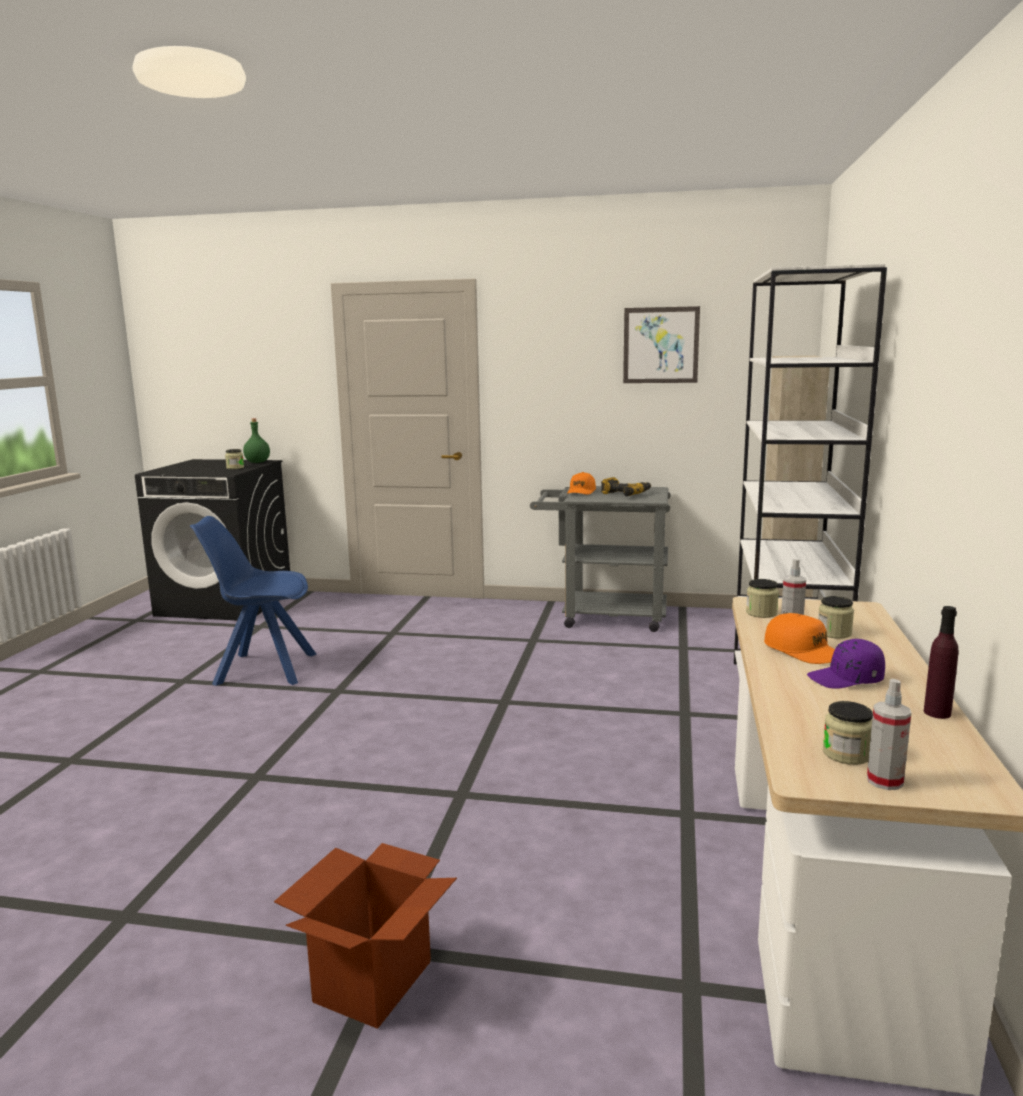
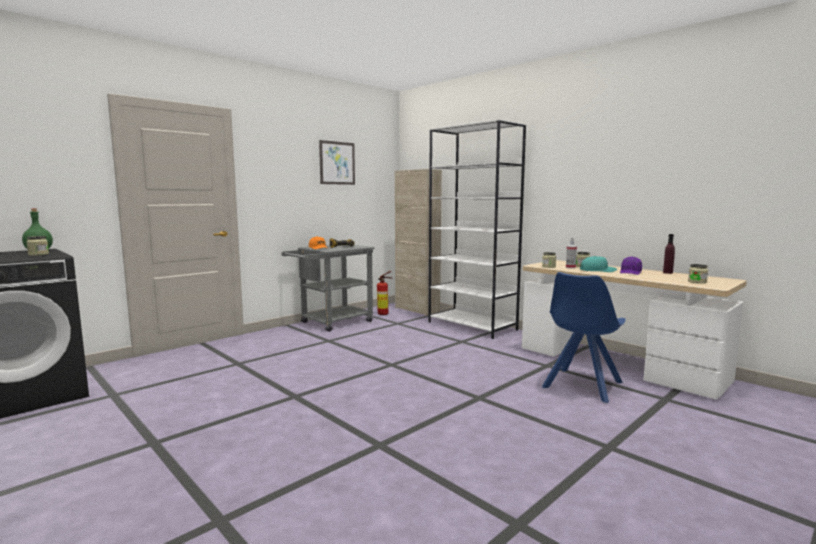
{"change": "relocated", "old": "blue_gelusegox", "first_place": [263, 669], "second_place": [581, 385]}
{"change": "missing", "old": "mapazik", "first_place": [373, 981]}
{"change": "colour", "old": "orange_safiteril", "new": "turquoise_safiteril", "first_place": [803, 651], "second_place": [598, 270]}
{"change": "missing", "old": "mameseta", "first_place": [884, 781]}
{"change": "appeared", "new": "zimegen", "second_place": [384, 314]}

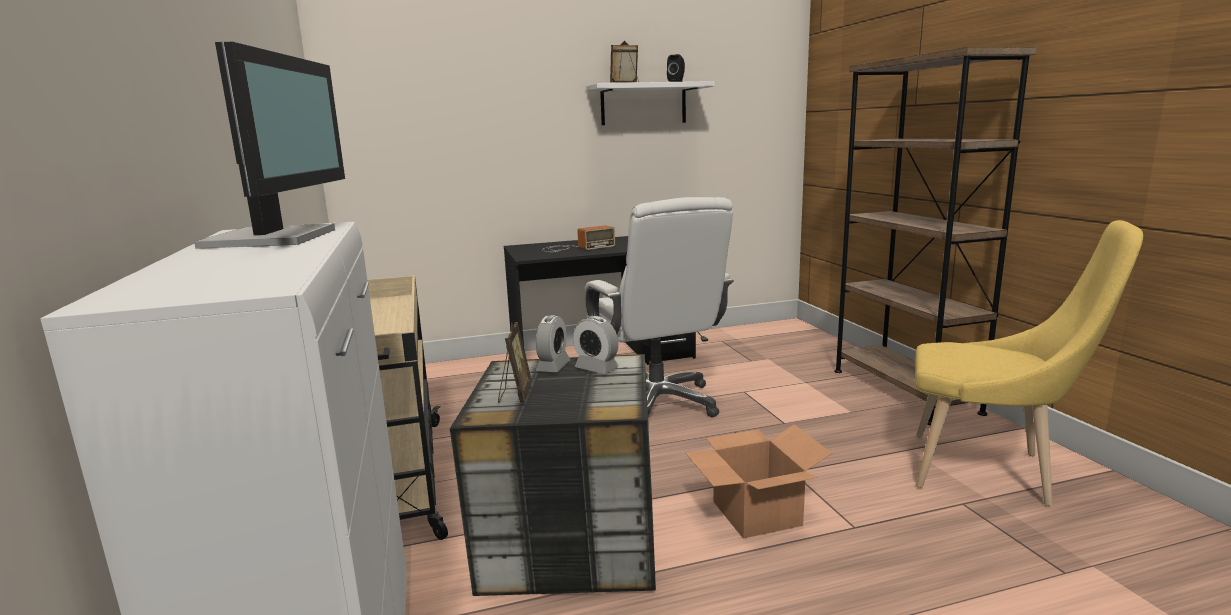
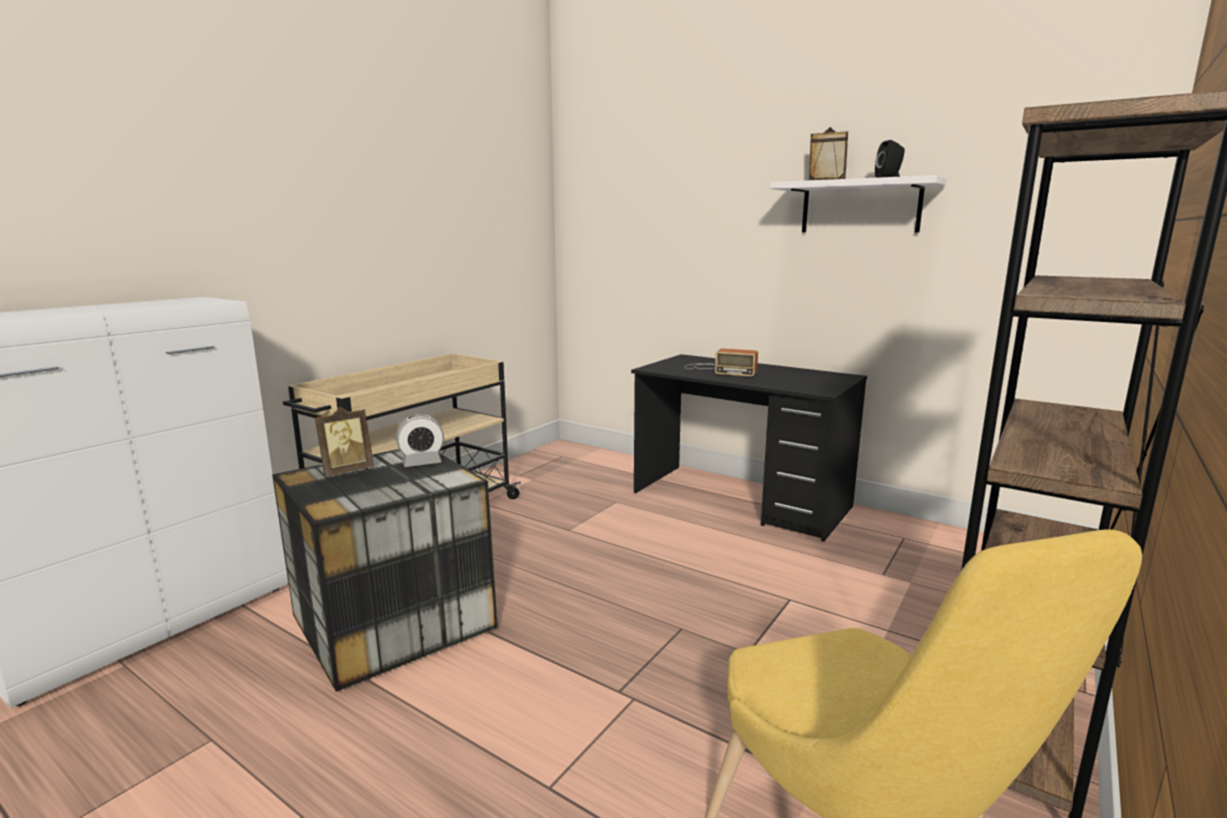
{"change": "missing", "old": "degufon", "first_place": [277, 238]}
{"change": "missing", "old": "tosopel", "first_place": [596, 368]}
{"change": "missing", "old": "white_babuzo", "first_place": [657, 403]}
{"change": "missing", "old": "mapazik", "first_place": [757, 514]}

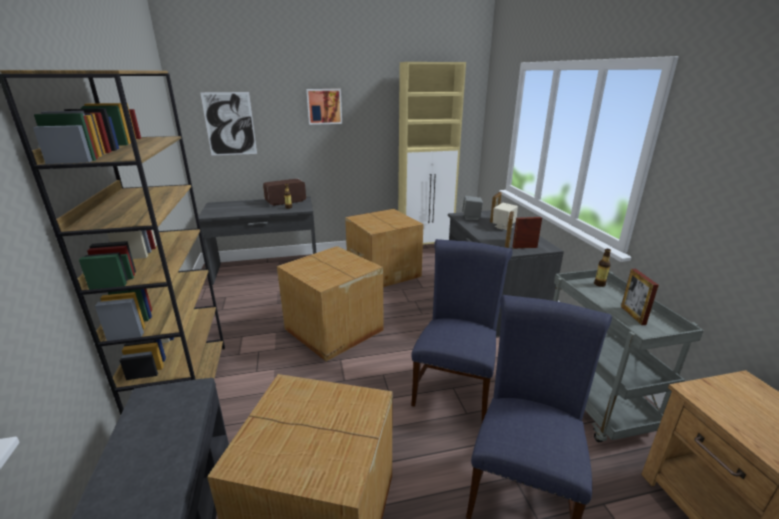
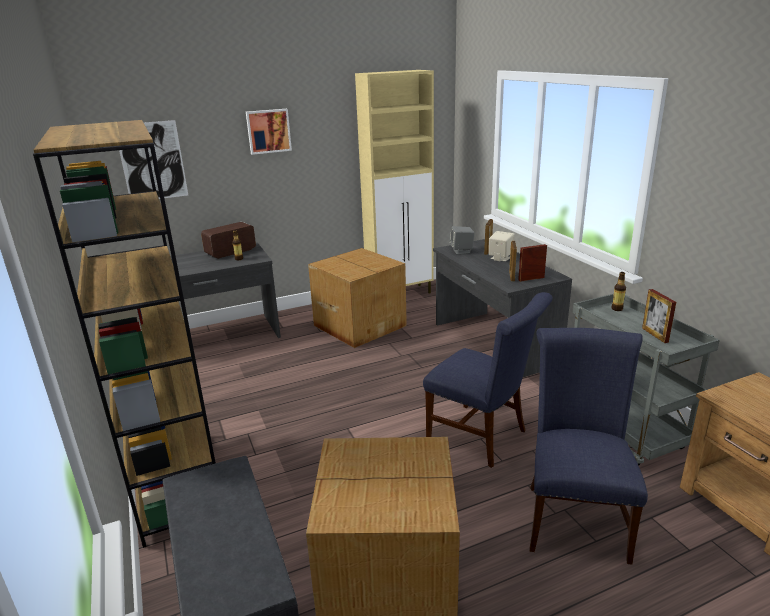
{"change": "missing", "old": "mapazik", "first_place": [333, 330]}
{"change": "spun", "old": "blue_gelusegox", "first_place": [455, 386], "second_place": [482, 437], "degrees": 120}

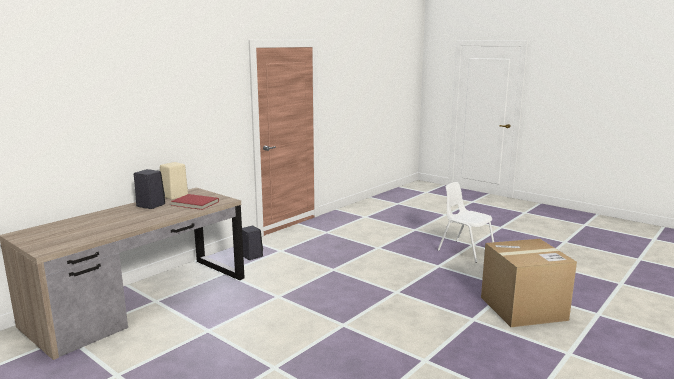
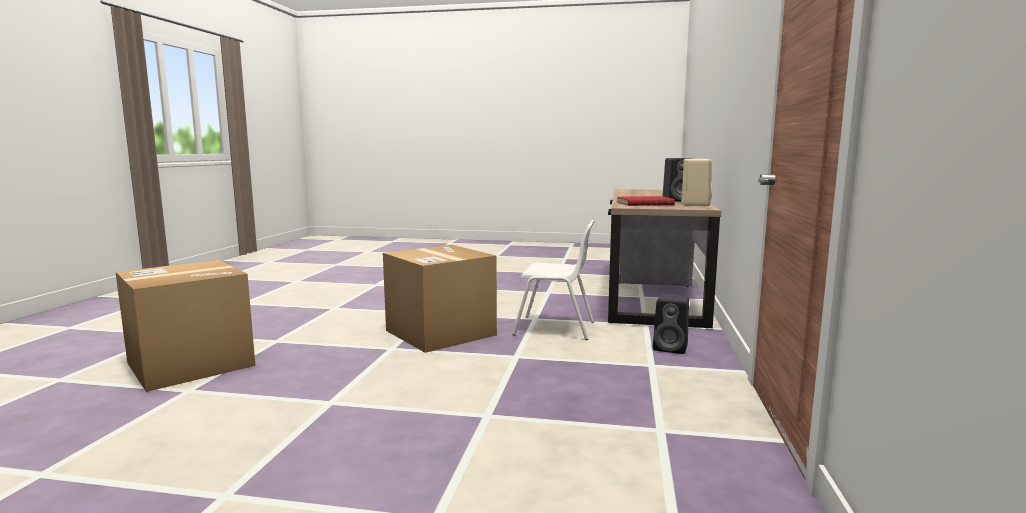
{"change": "relocated", "old": "white_gelusegox", "first_place": [465, 250], "second_place": [556, 328]}
{"change": "appeared", "new": "mapazik", "second_place": [440, 333]}

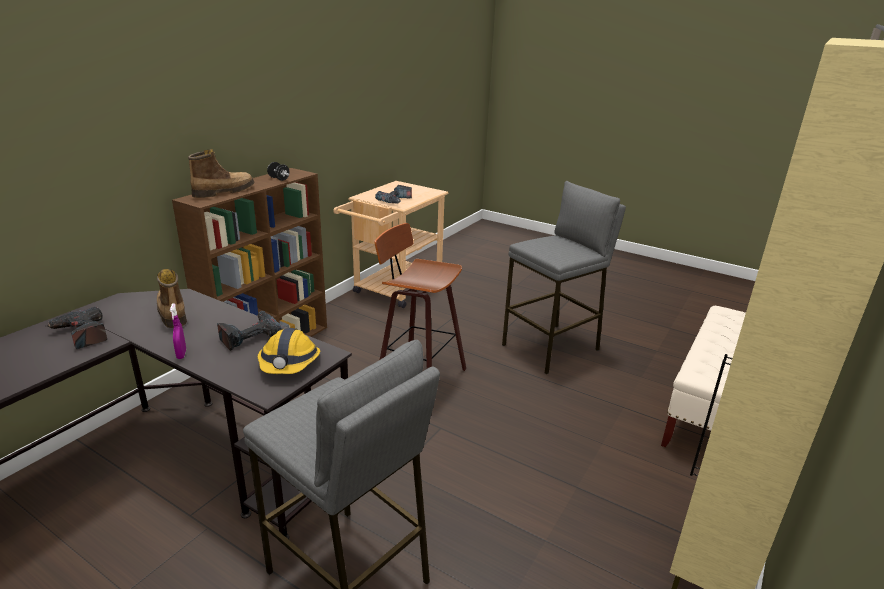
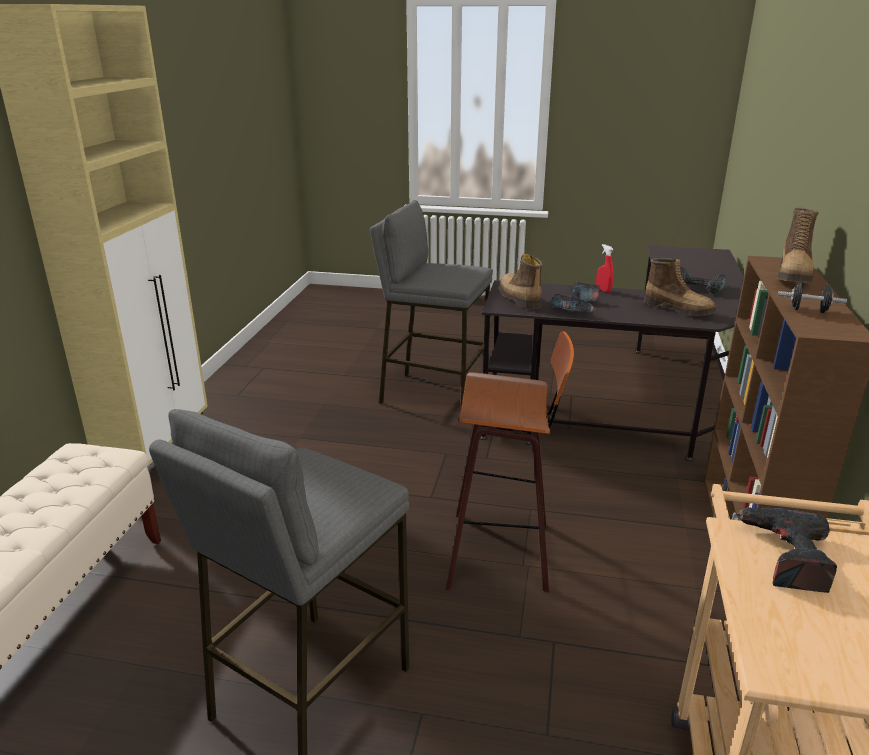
{"change": "colour", "old": "purple_mameseta", "new": "red_mameseta", "first_place": [181, 354], "second_place": [603, 290]}
{"change": "exchanged", "old": "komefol", "new": "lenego", "first_place": [289, 363], "second_place": [518, 298]}

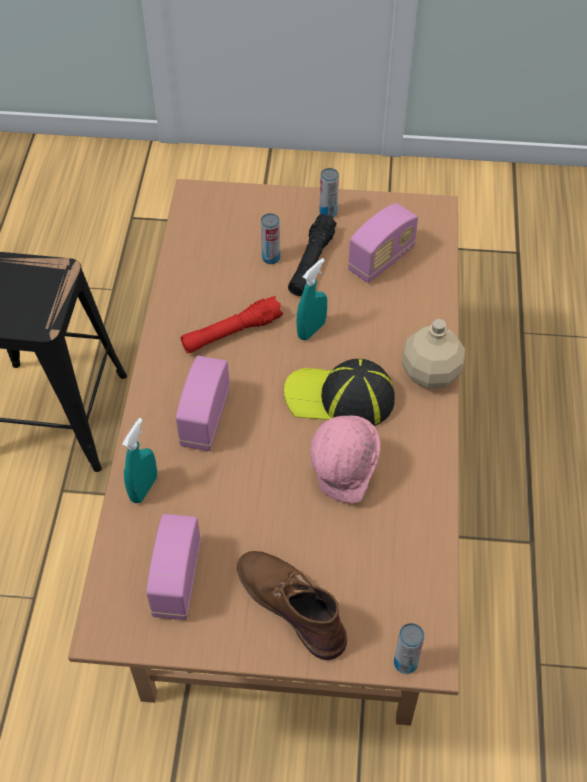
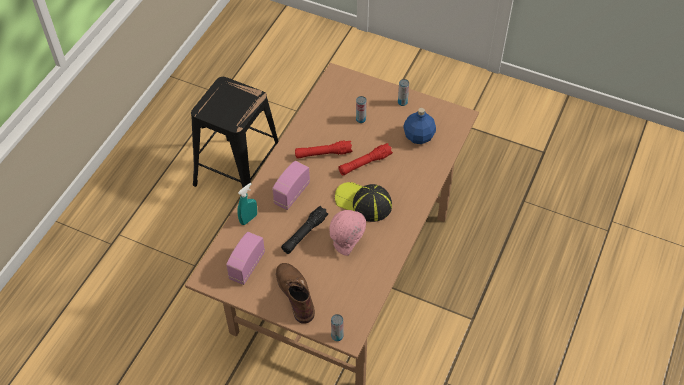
{"change": "relocated", "old": "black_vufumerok", "first_place": [311, 262], "second_place": [304, 234]}
{"change": "exchanged", "old": "turquoise_mameseta", "new": "red_vufumerok", "first_place": [311, 330], "second_place": [365, 163]}
{"change": "exchanged", "old": "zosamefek", "new": "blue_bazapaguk", "first_place": [381, 260], "second_place": [419, 136]}
{"change": "missing", "old": "beige_bazapaguk", "first_place": [430, 374]}

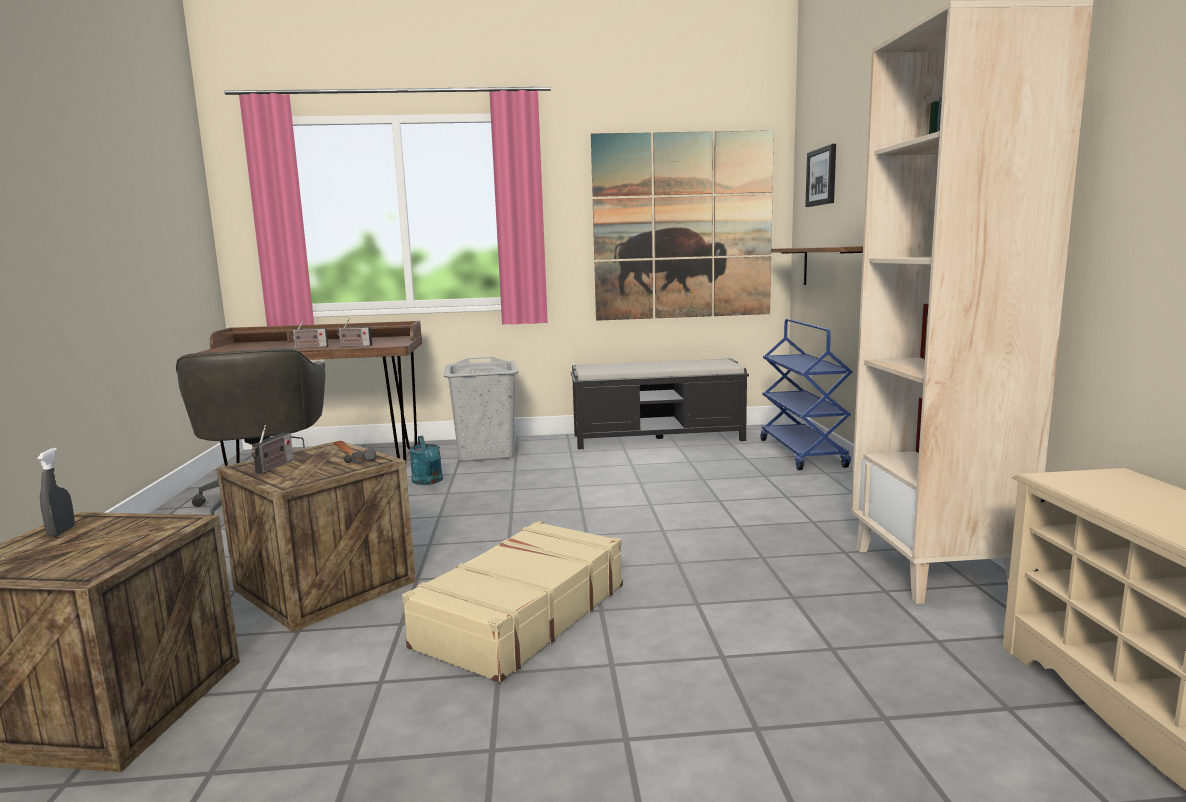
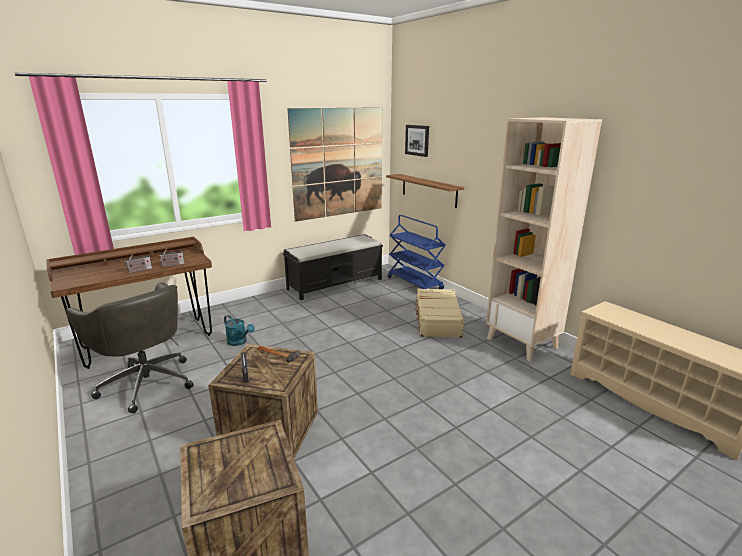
{"change": "missing", "old": "grey_mameseta", "first_place": [61, 532]}
{"change": "relocated", "old": "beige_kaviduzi", "first_place": [521, 615], "second_place": [437, 320]}
{"change": "missing", "old": "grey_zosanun", "first_place": [486, 453]}

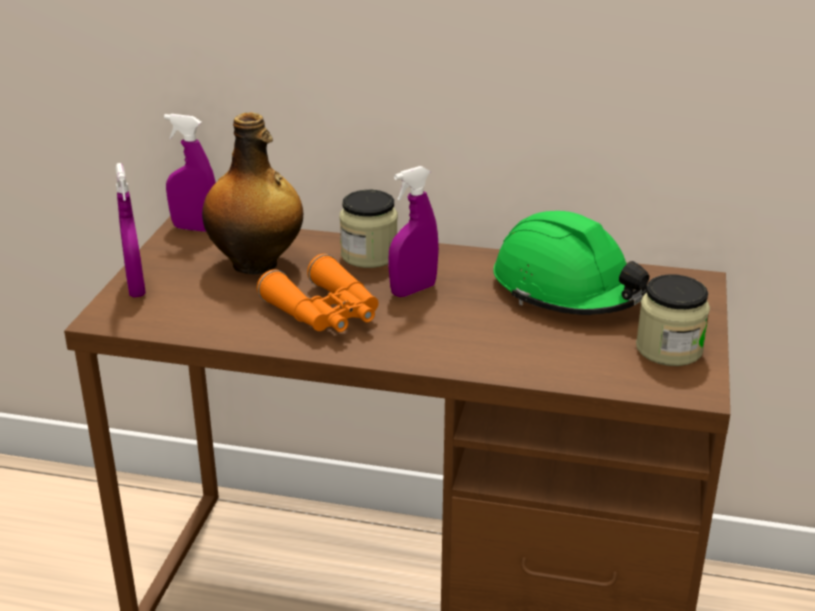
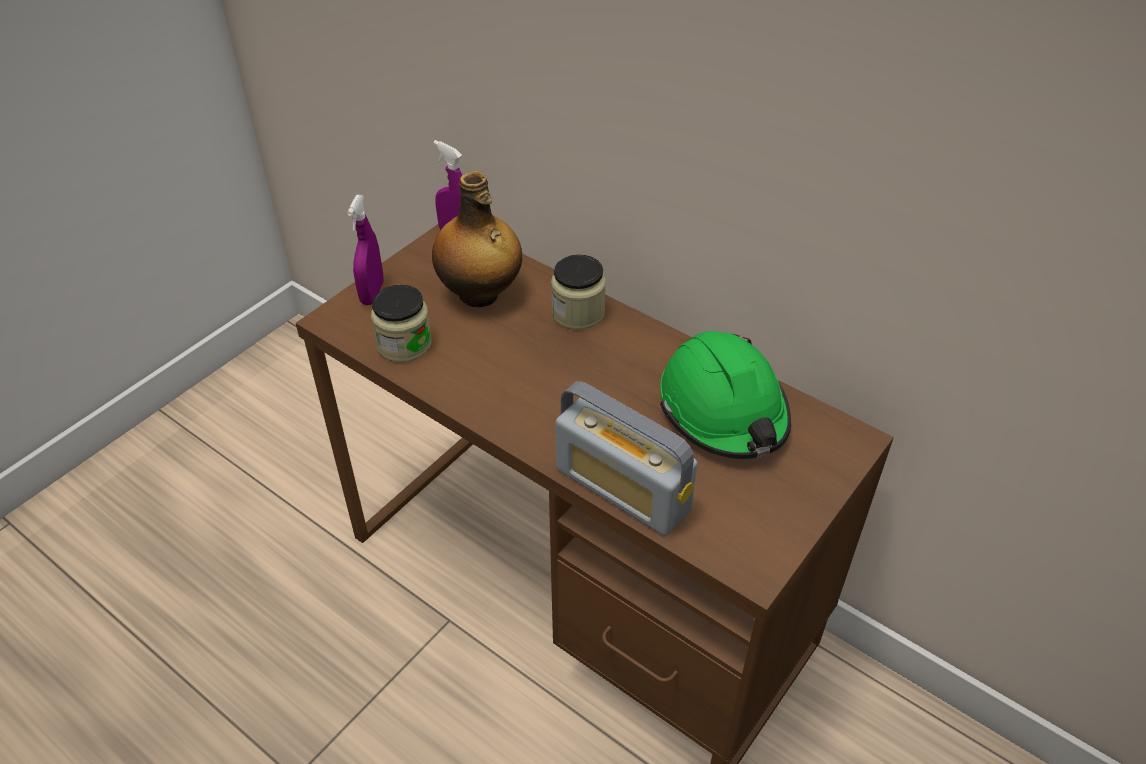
{"change": "missing", "old": "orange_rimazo", "first_place": [325, 313]}
{"change": "missing", "old": "purple_mameseta", "first_place": [413, 290]}
{"change": "relocated", "old": "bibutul", "first_place": [669, 349], "second_place": [404, 344]}
{"change": "appeared", "new": "zosamefek", "second_place": [622, 489]}

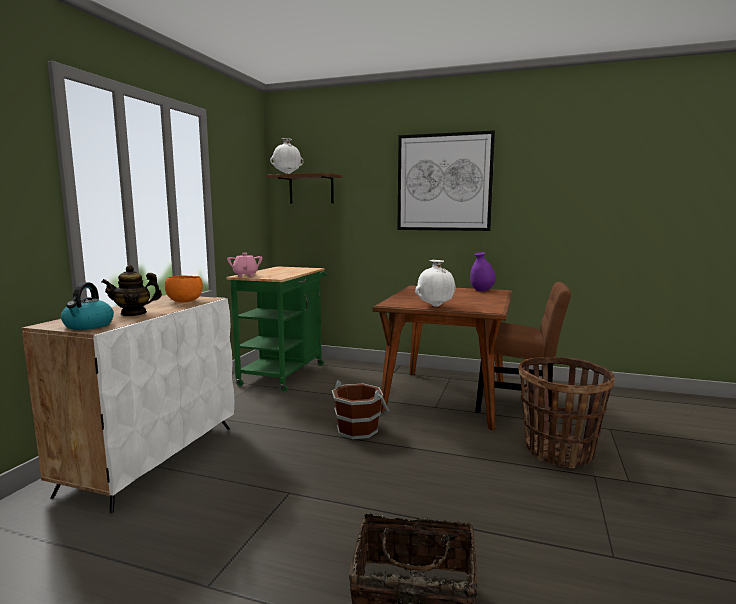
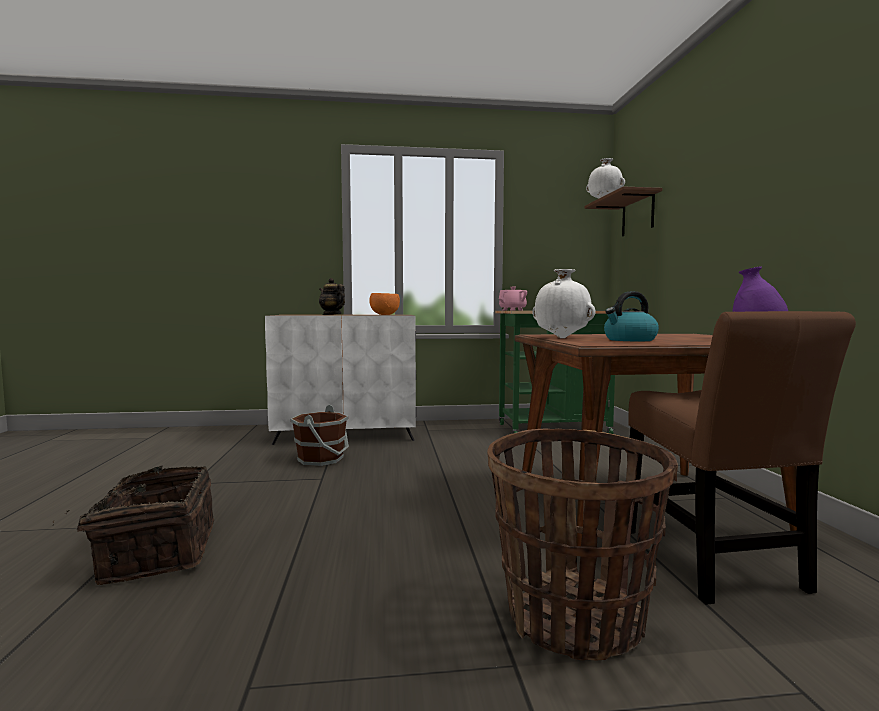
{"change": "relocated", "old": "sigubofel", "first_place": [88, 326], "second_place": [629, 340]}
{"change": "relocated", "old": "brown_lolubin", "first_place": [357, 429], "second_place": [321, 459]}
{"change": "missing", "old": "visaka", "first_place": [444, 182]}

